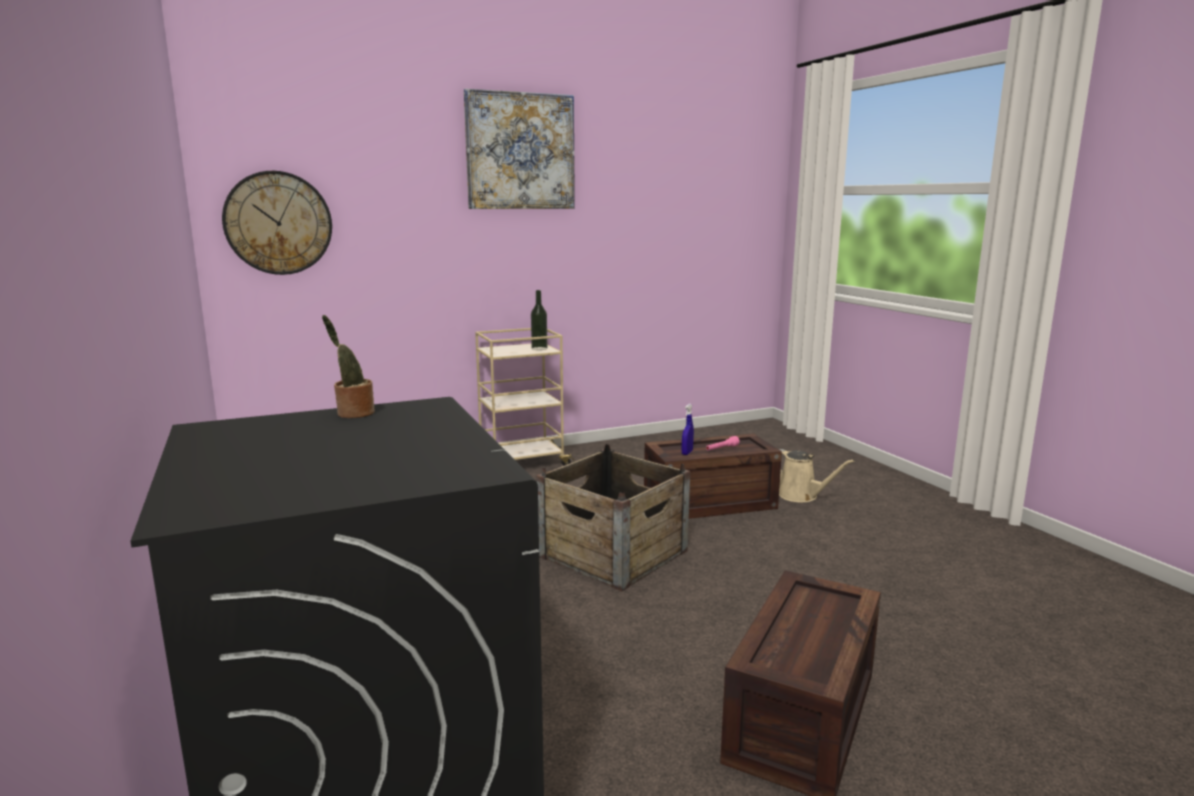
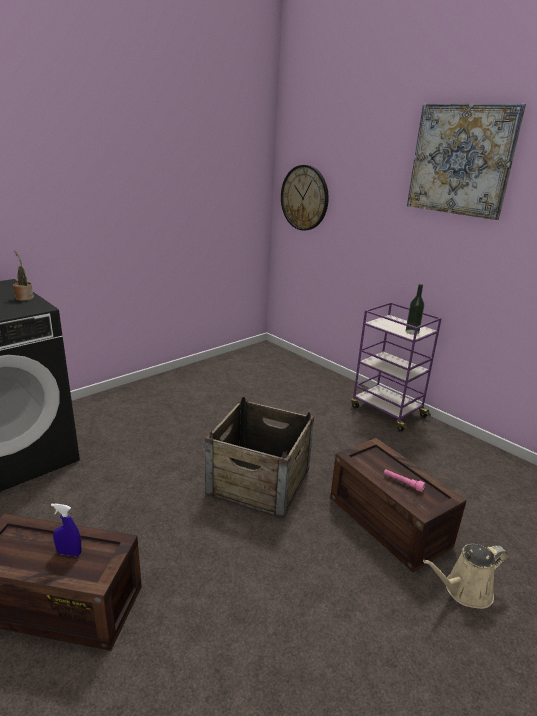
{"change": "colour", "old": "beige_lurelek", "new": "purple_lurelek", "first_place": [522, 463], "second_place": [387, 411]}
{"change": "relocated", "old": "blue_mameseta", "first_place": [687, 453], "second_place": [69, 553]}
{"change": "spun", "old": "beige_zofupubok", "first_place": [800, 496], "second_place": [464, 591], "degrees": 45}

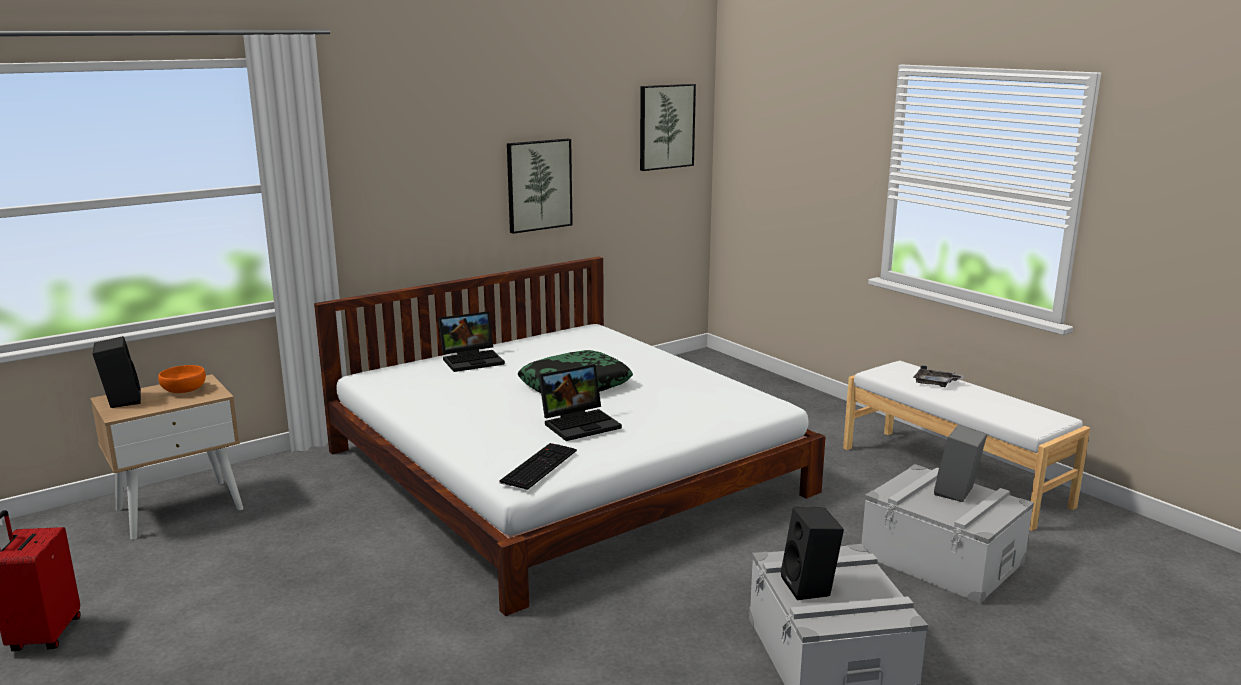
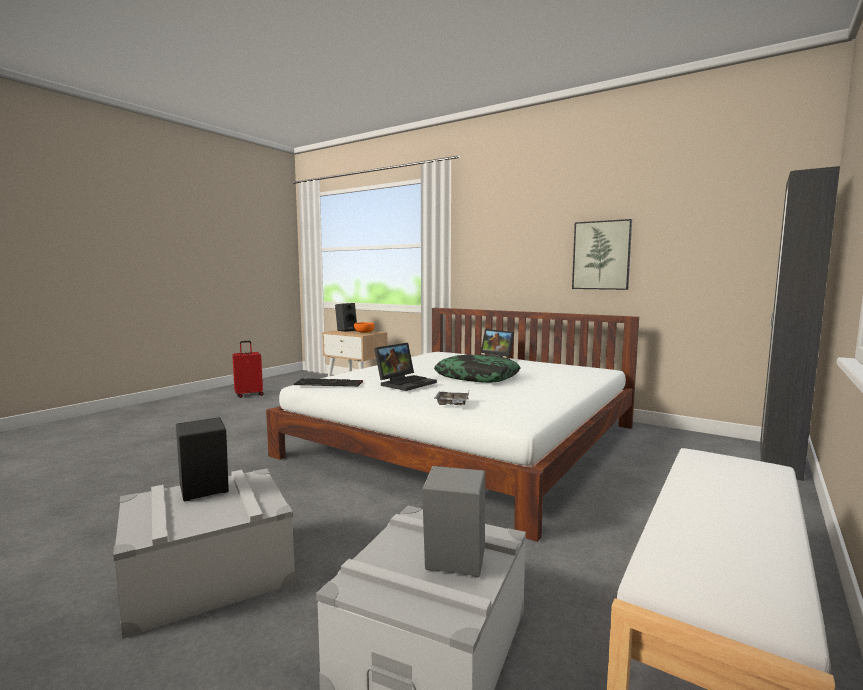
{"change": "spun", "old": "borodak", "first_place": [581, 423], "second_place": [405, 383], "degrees": -90}
{"change": "missing", "old": "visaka", "first_place": [666, 126]}
{"change": "relocated", "old": "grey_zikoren", "first_place": [935, 383], "second_place": [452, 404]}
{"change": "appeared", "new": "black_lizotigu", "second_place": [779, 463]}

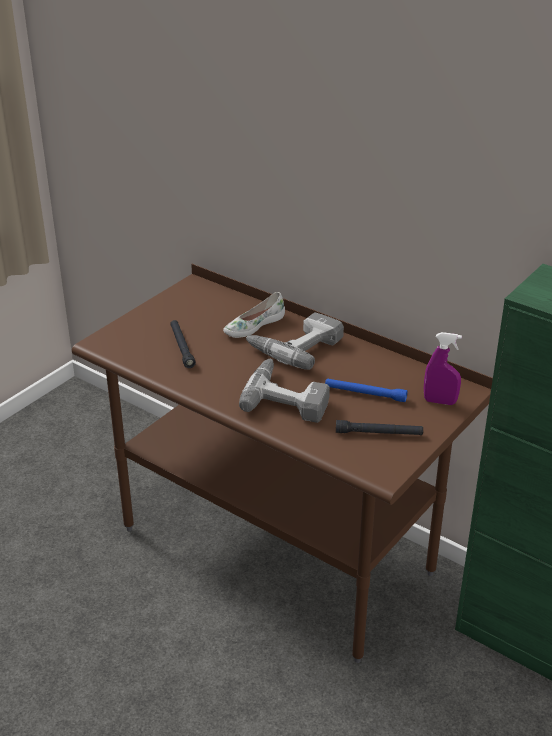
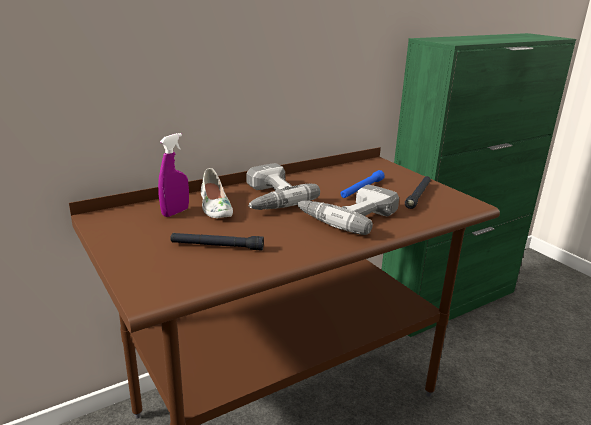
{"change": "relocated", "old": "purple_mameseta", "first_place": [440, 401], "second_place": [175, 212]}

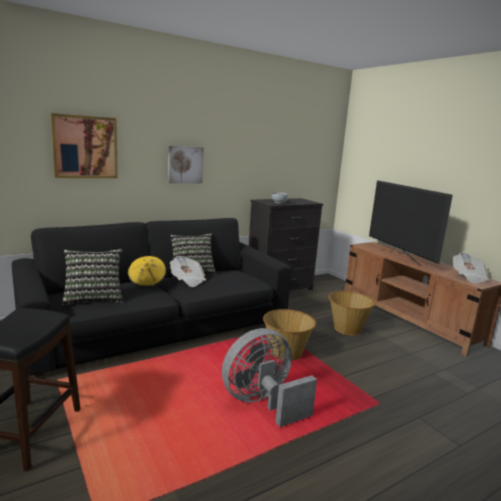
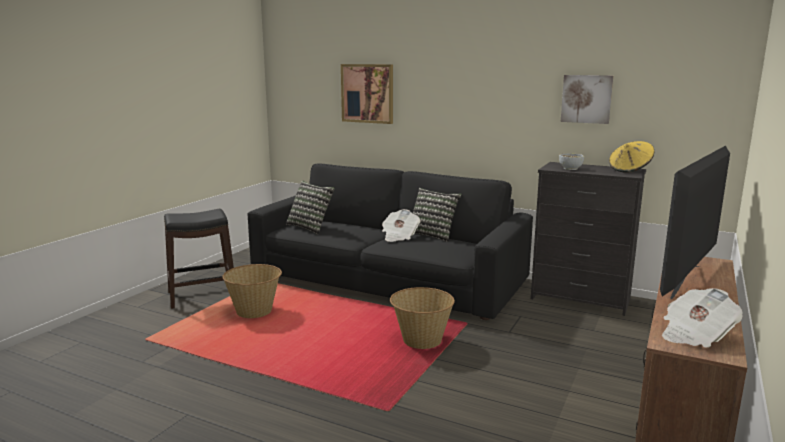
{"change": "relocated", "old": "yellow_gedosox", "first_place": [147, 282], "second_place": [630, 170]}
{"change": "relocated", "old": "visaka", "first_place": [185, 164], "second_place": [586, 99]}
{"change": "missing", "old": "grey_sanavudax", "first_place": [263, 403]}
{"change": "relocated", "old": "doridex", "first_place": [347, 328], "second_place": [255, 311]}

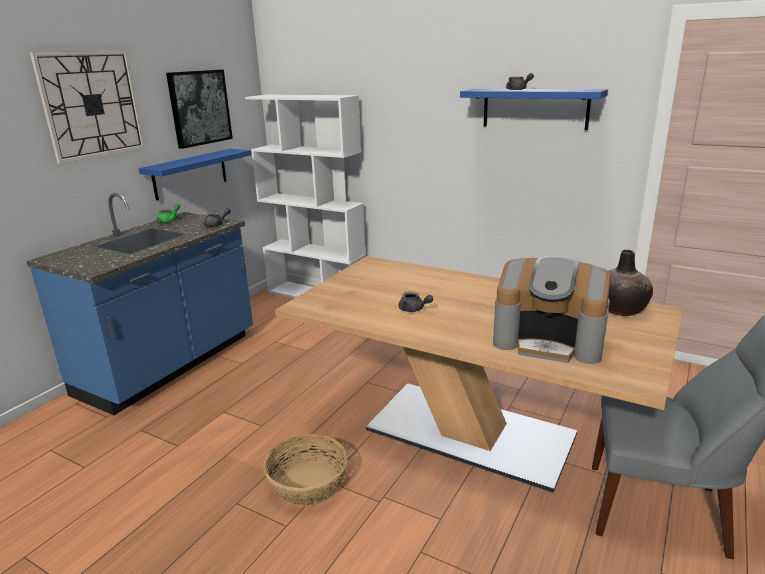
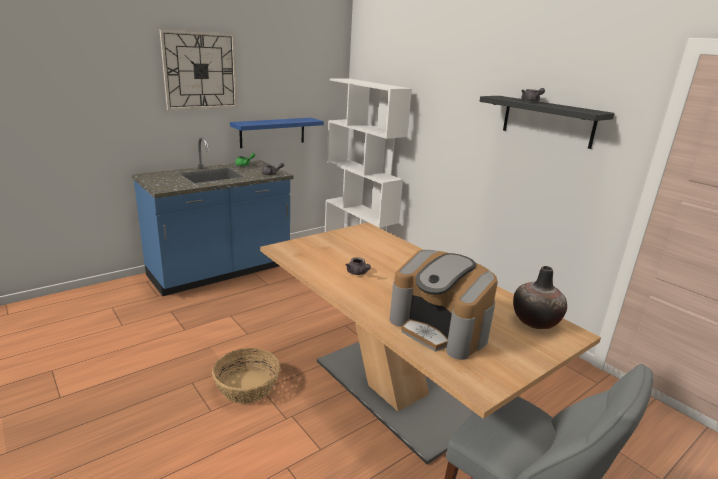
{"change": "missing", "old": "visaka", "first_place": [199, 108]}
{"change": "colour", "old": "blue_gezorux", "new": "black_gezorux", "first_place": [535, 108], "second_place": [547, 121]}

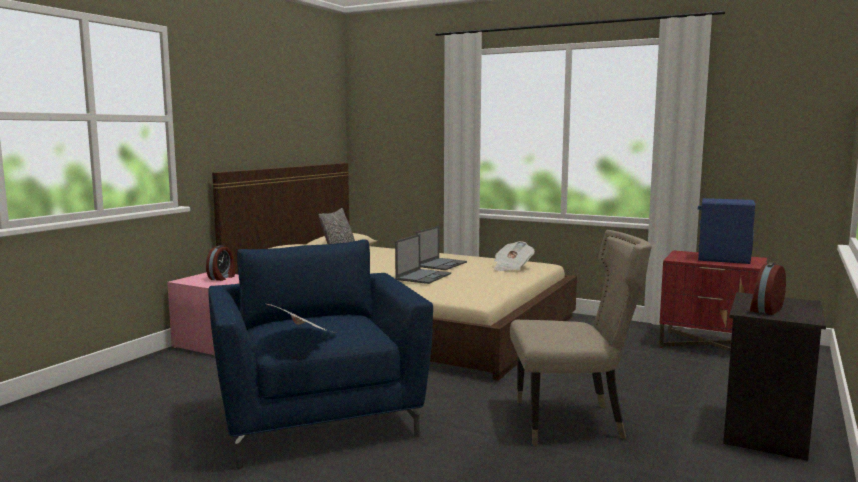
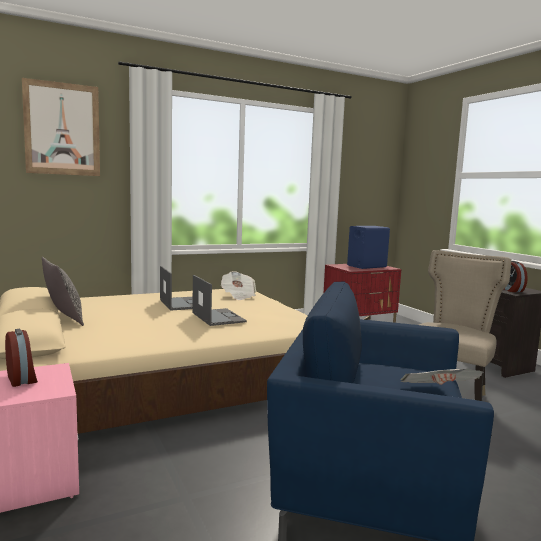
{"change": "appeared", "new": "visaka", "second_place": [62, 129]}

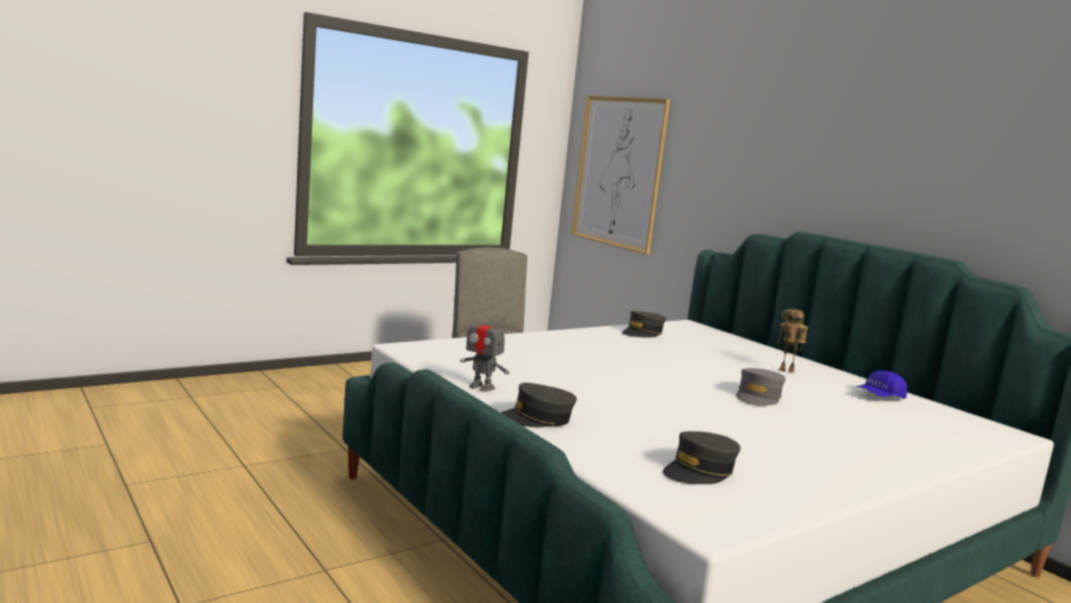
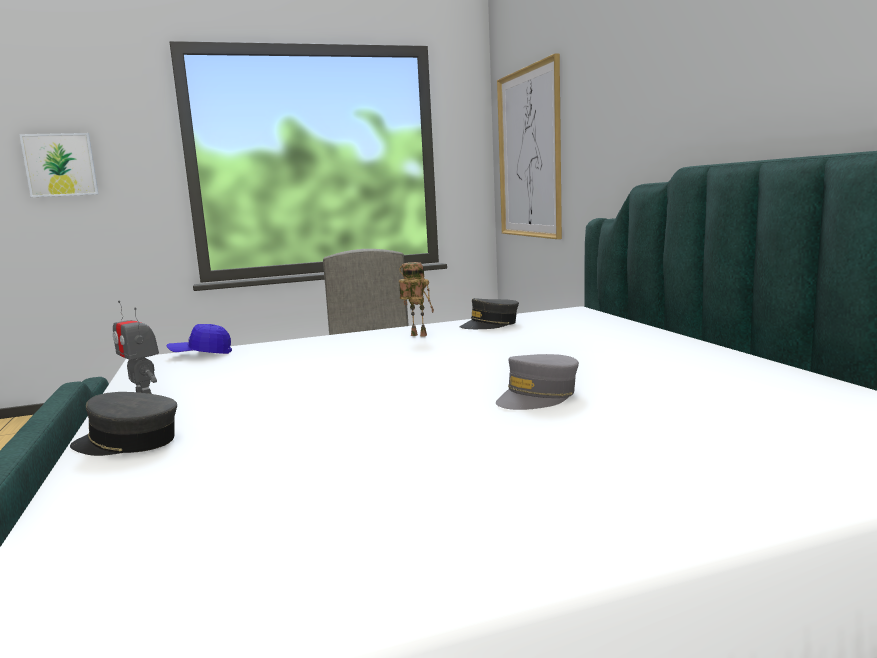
{"change": "missing", "old": "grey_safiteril", "first_place": [699, 471]}
{"change": "relocated", "old": "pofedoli", "first_place": [786, 371], "second_place": [416, 336]}
{"change": "relocated", "old": "blue_safiteril", "first_place": [879, 397], "second_place": [201, 354]}
{"change": "appeared", "new": "visaka", "second_place": [60, 165]}

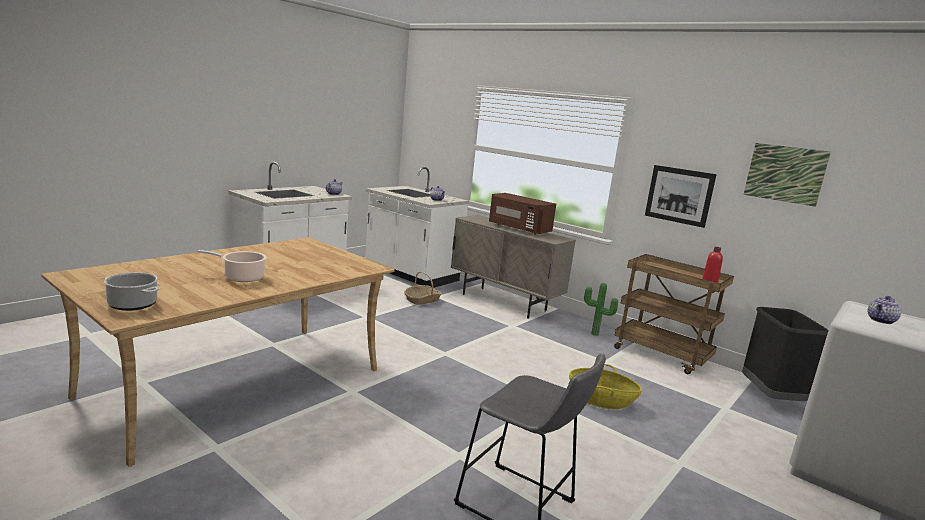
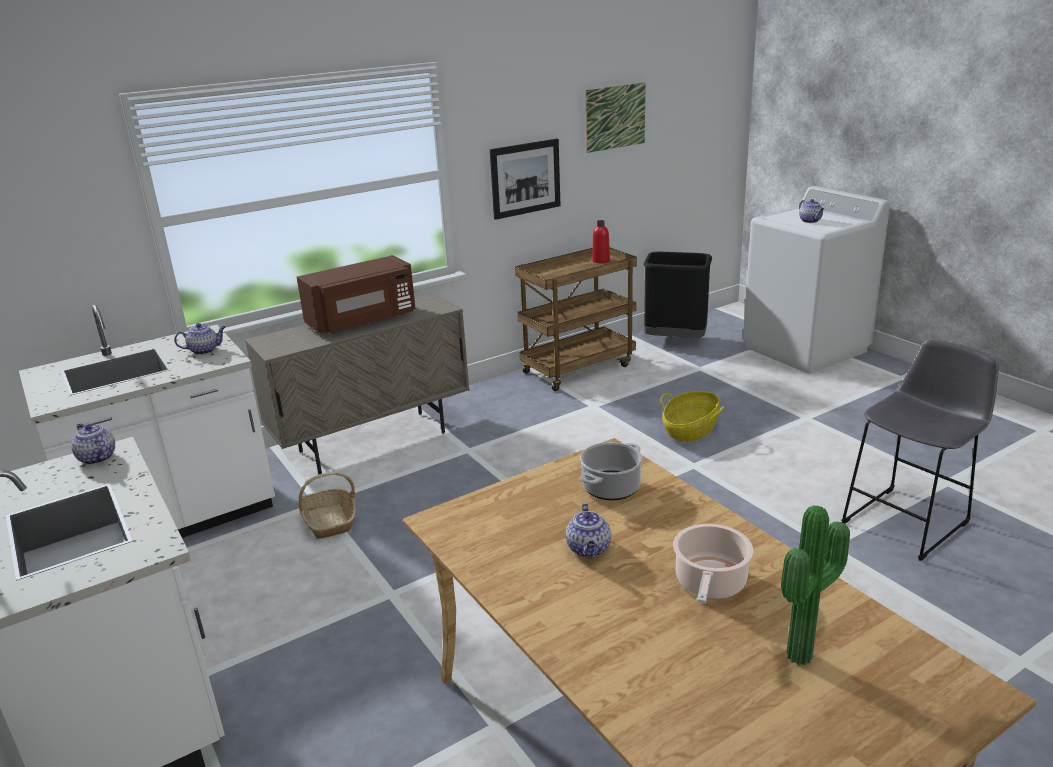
{"change": "relocated", "old": "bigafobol", "first_place": [133, 304], "second_place": [611, 487]}
{"change": "relocated", "old": "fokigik", "first_place": [594, 334], "second_place": [804, 658]}
{"change": "appeared", "new": "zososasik", "second_place": [589, 549]}

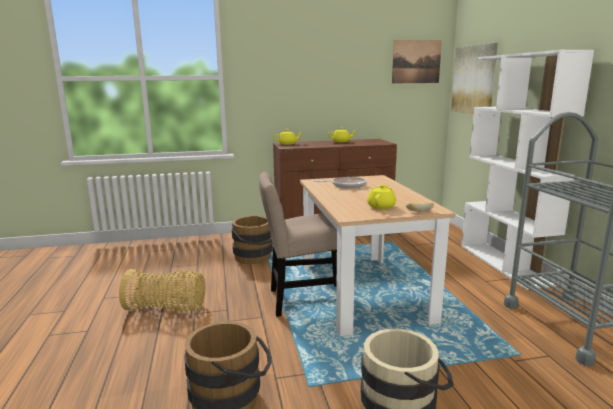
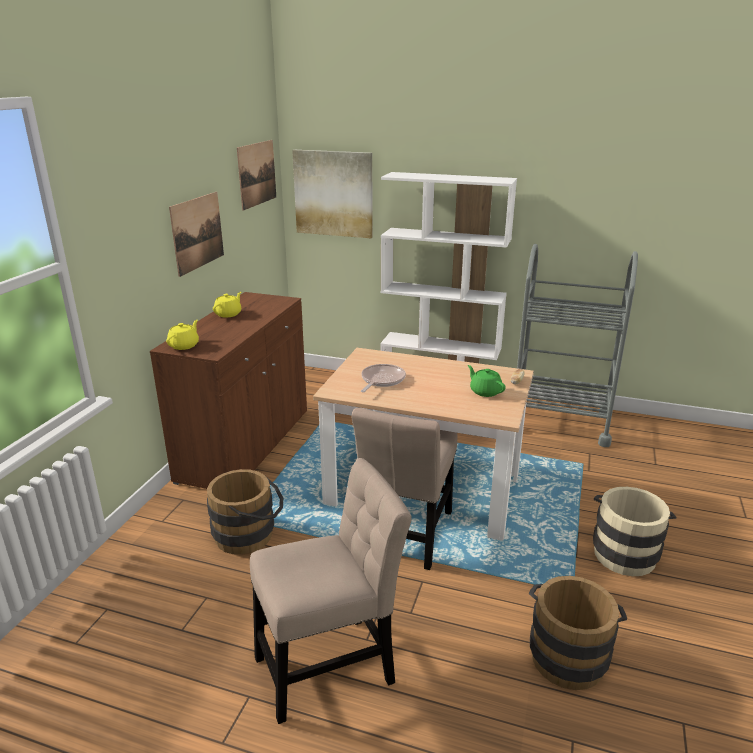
{"change": "exchanged", "old": "doridex", "new": "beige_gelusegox", "first_place": [167, 309], "second_place": [331, 665]}
{"change": "colour", "old": "yellow_zososasik", "new": "green_zososasik", "first_place": [381, 206], "second_place": [485, 391]}
{"change": "appeared", "new": "visaka", "second_place": [197, 232]}

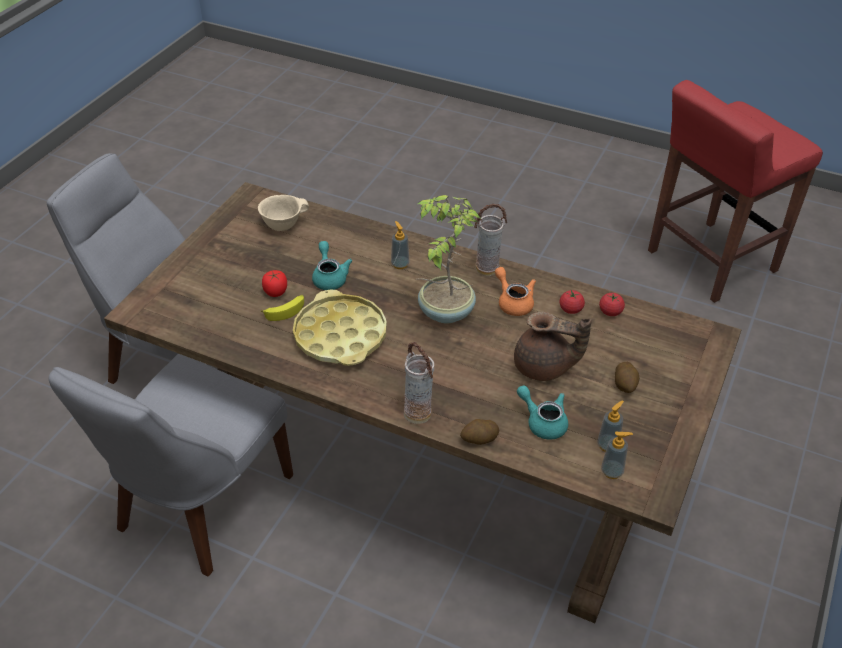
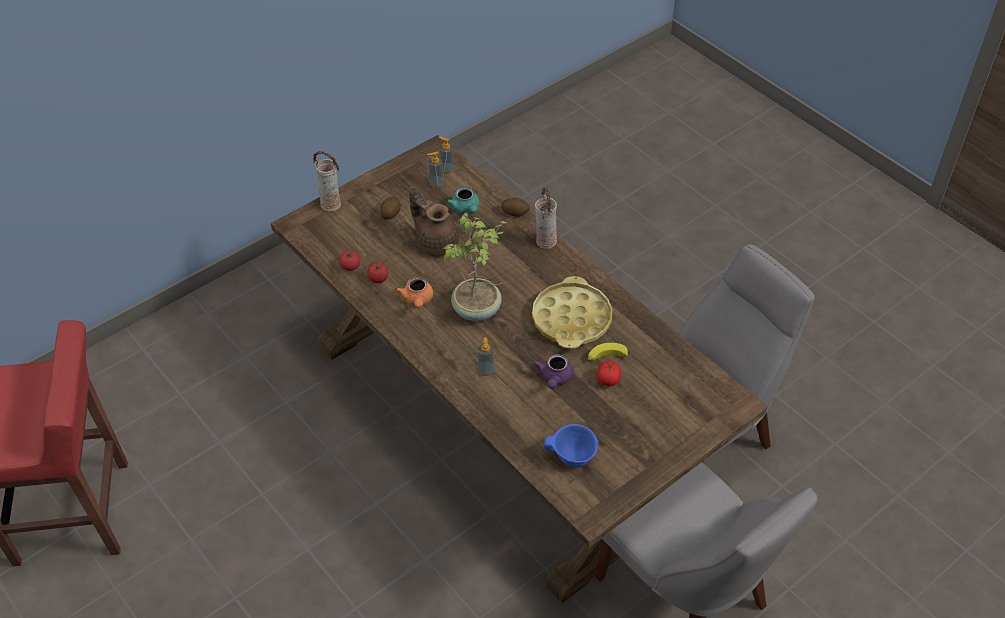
{"change": "colour", "old": "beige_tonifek", "new": "blue_tonifek", "first_place": [282, 225], "second_place": [572, 458]}
{"change": "colour", "old": "turquoise_zososasik", "new": "purple_zososasik", "first_place": [329, 277], "second_place": [554, 378]}
{"change": "relocated", "old": "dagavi", "first_place": [487, 269], "second_place": [331, 204]}

